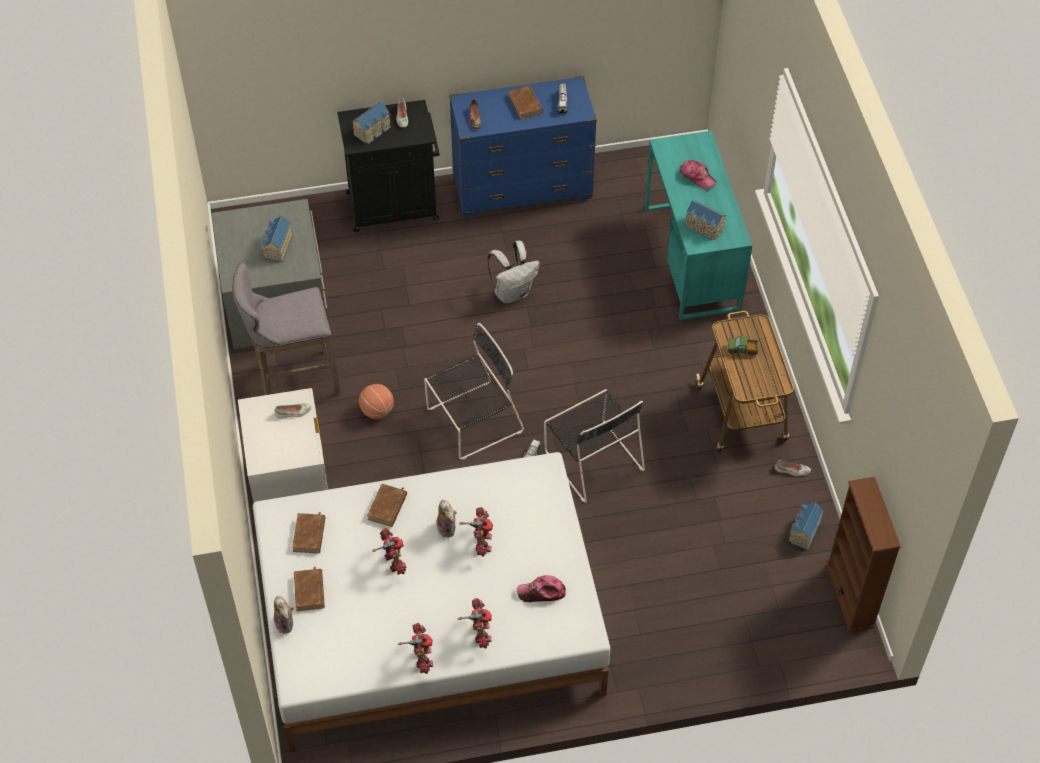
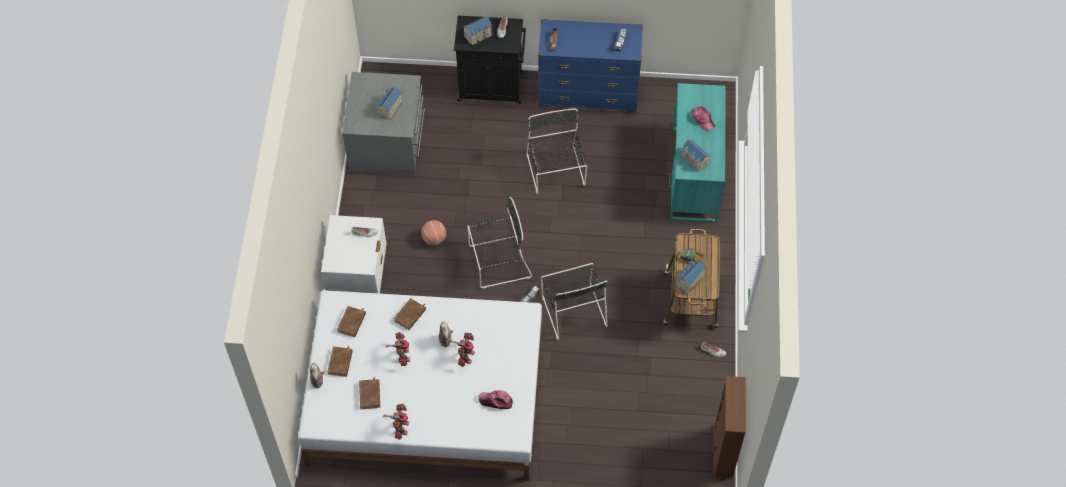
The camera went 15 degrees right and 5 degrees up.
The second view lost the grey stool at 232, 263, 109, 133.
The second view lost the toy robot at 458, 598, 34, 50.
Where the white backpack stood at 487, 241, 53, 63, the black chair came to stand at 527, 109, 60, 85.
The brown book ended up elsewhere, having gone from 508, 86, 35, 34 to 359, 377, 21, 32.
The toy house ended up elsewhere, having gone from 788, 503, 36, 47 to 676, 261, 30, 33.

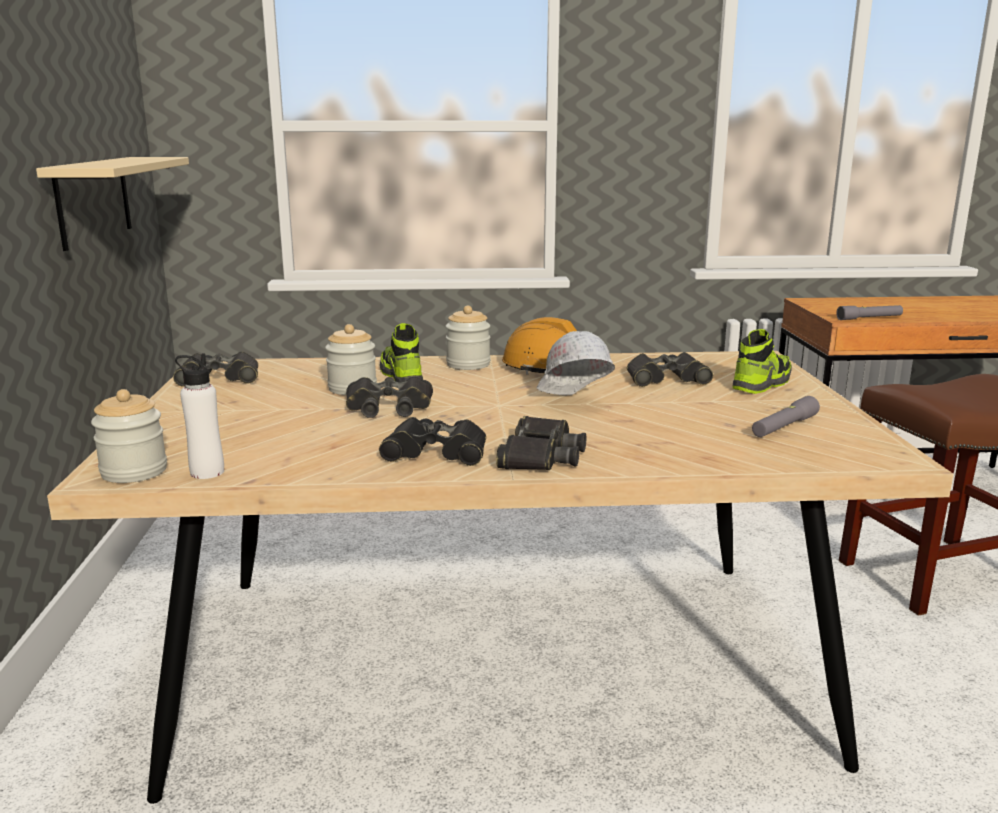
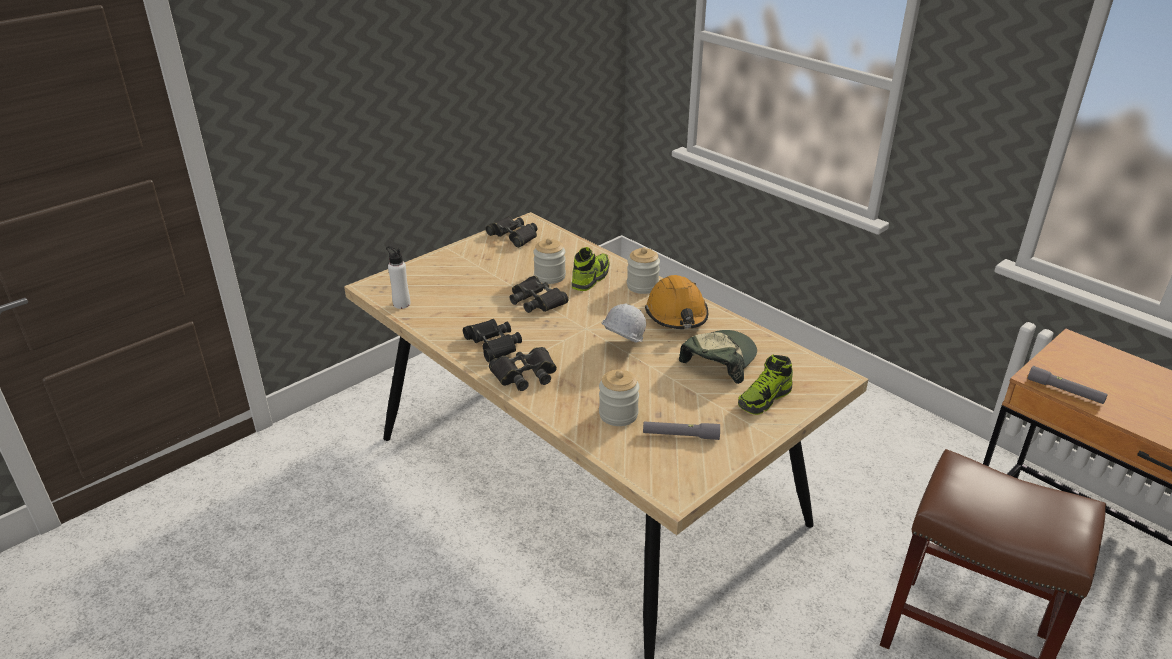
The camera went 50 degrees right and 15 degrees up.
The second view lost the beige shelf at 36, 157, 153, 94.
The jar ended up elsewhere, having gone from 91, 389, 76, 94 to 599, 369, 41, 57.
Where the black binoculars stood at 627, 352, 86, 35, the cap came to stand at 679, 330, 78, 54.
The shoe at 733, 329, 59, 65 ended up facing another way, 135 degrees clockwise from before.

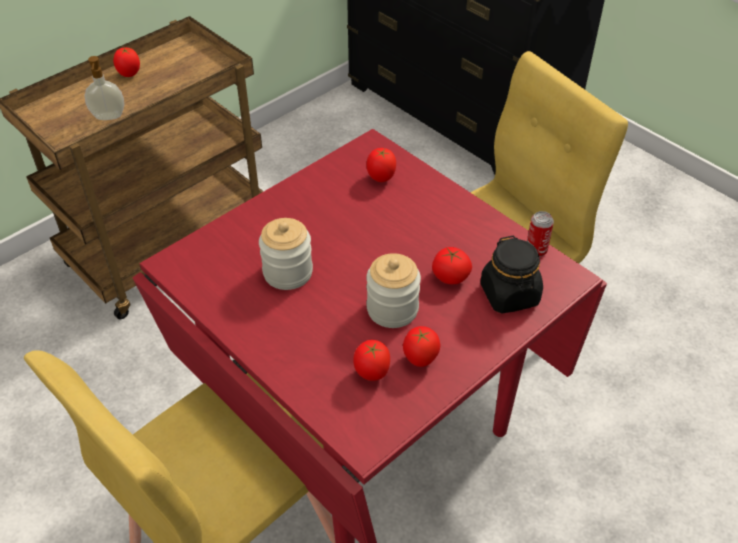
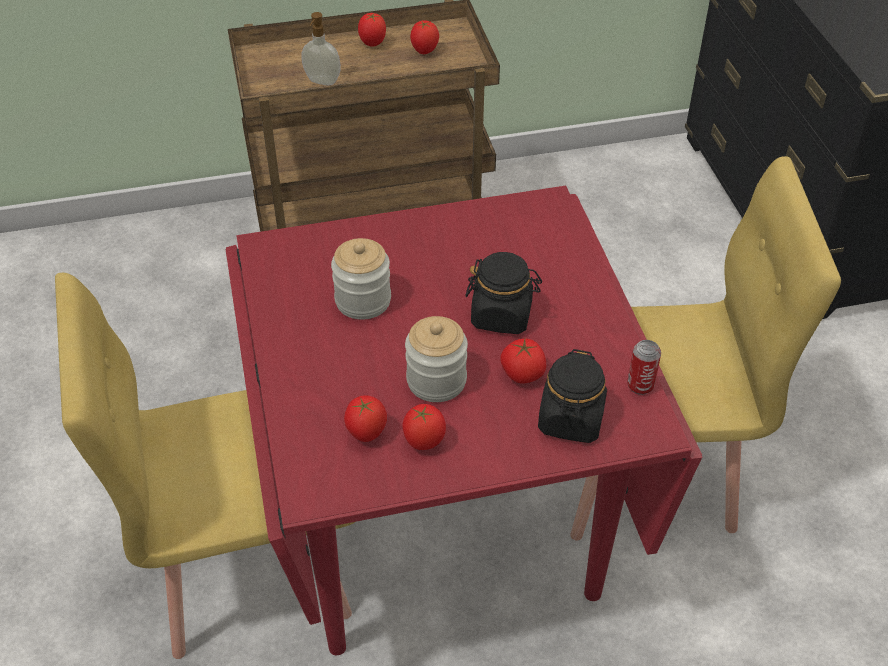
The camera went 30 degrees right and 0 degrees up.
The tomato ended up elsewhere, having gone from 366, 148, 30, 34 to 410, 20, 29, 34.
The second view gained the black jar at 465, 252, 77, 82.

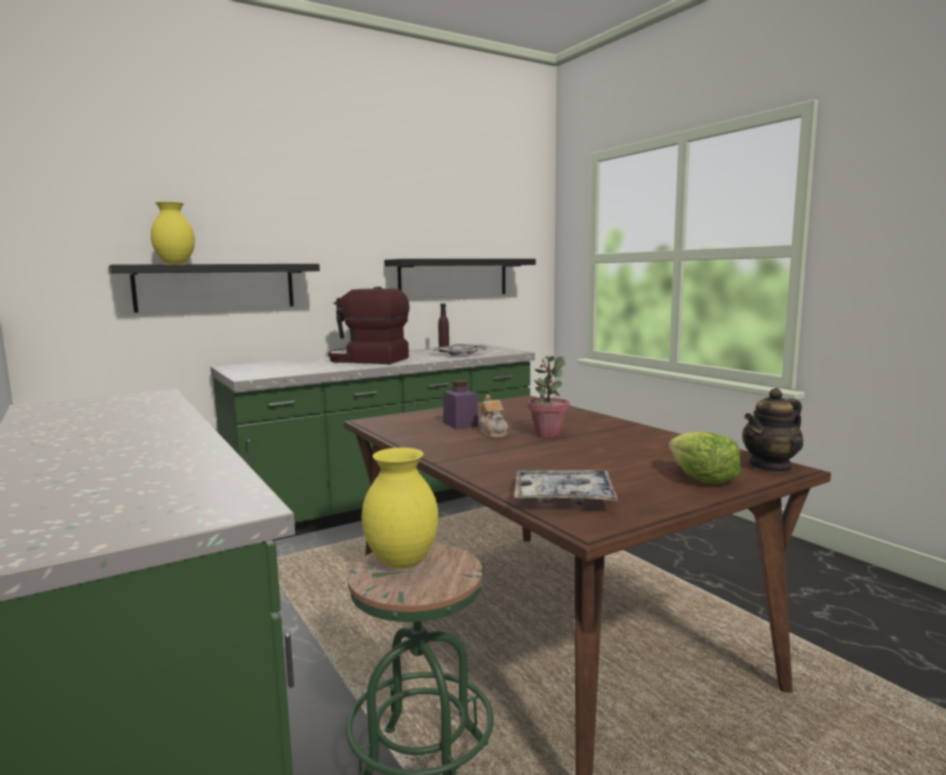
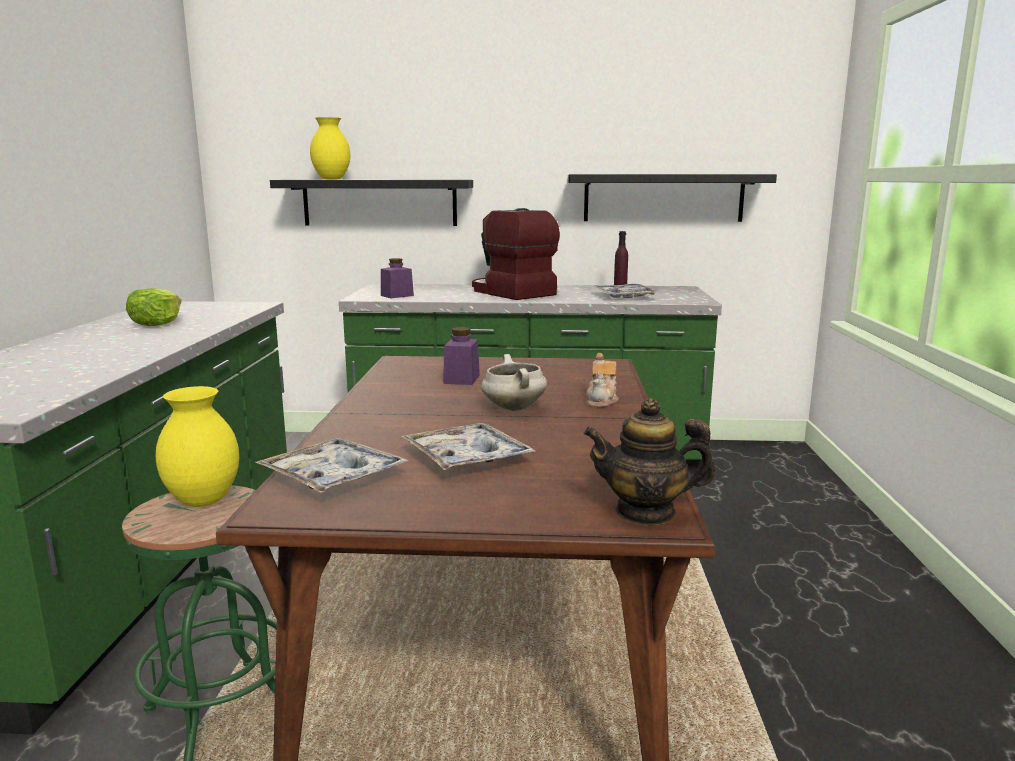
The camera went 35 degrees right and 5 degrees up.
The teapot ended up elsewhere, having gone from 480, 394, 28, 44 to 586, 353, 33, 54.
Where the potted plant stood at 527, 356, 42, 81, the white cooking pot came to stand at 481, 354, 66, 57.
The lettuce ended up elsewhere, having gone from 669, 432, 72, 52 to 126, 288, 56, 38.
The second view gained the purple jar at 381, 258, 33, 40.
The second view gained the tray at 402, 423, 134, 47.

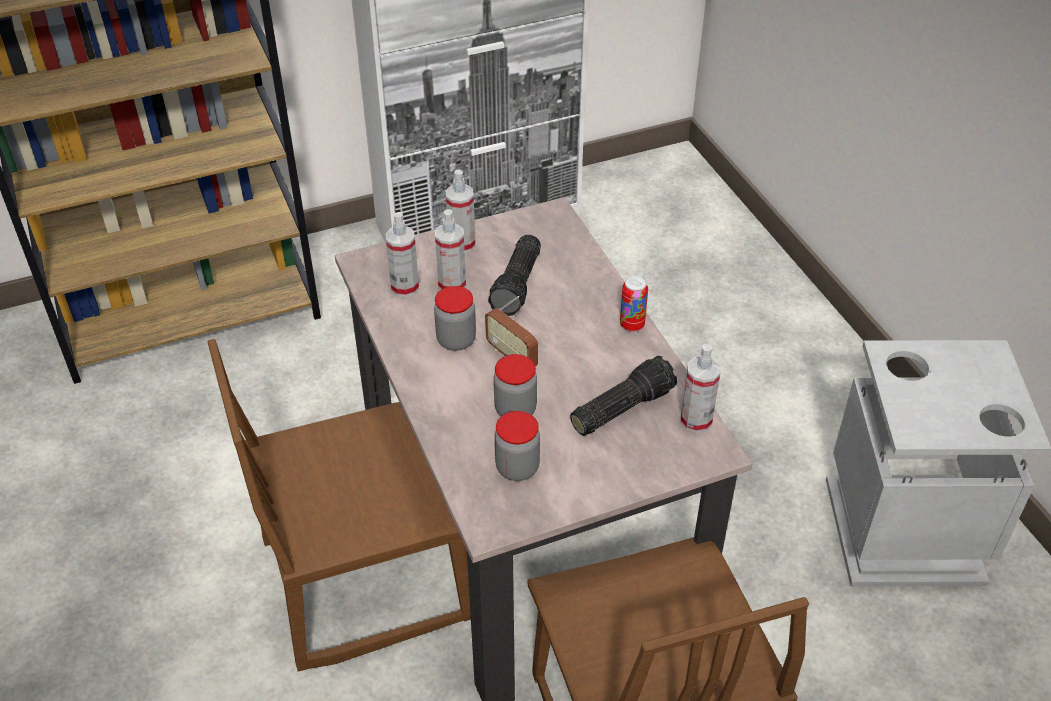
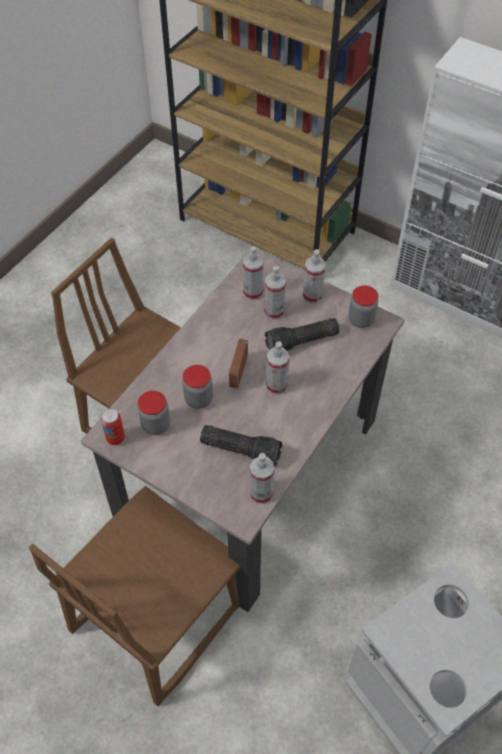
The camera went 55 degrees right and 10 degrees up.
The jar ended up elsewhere, having gone from 434, 286, 42, 65 to 349, 286, 29, 42.
The can ended up elsewhere, having gone from 620, 275, 28, 57 to 101, 408, 24, 37.
The second view gained the spray bottle at 266, 341, 23, 54.

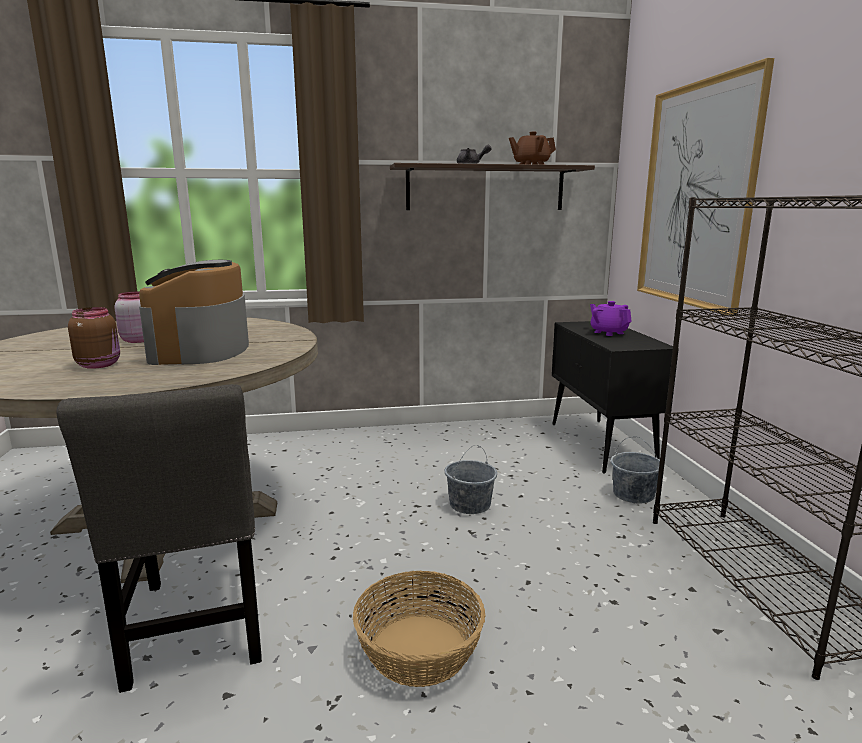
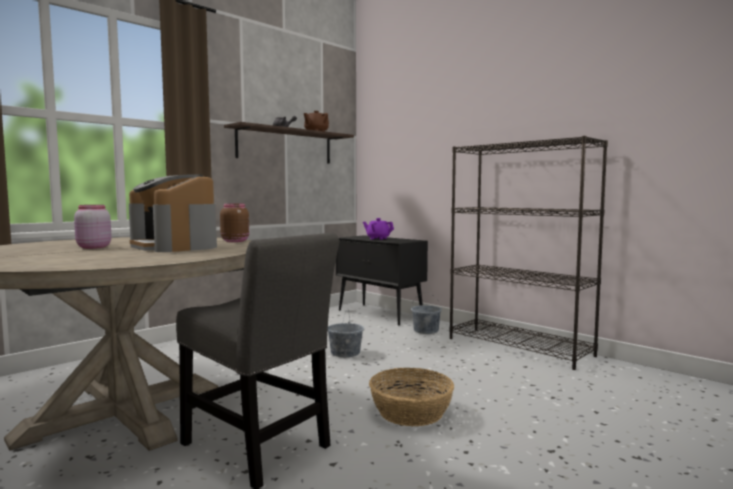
The camera went 35 degrees left and 10 degrees down.
The brown jar ended up elsewhere, having gone from 68, 307, 52, 62 to 220, 204, 29, 38.
The second view lost the picture at 637, 58, 137, 257.

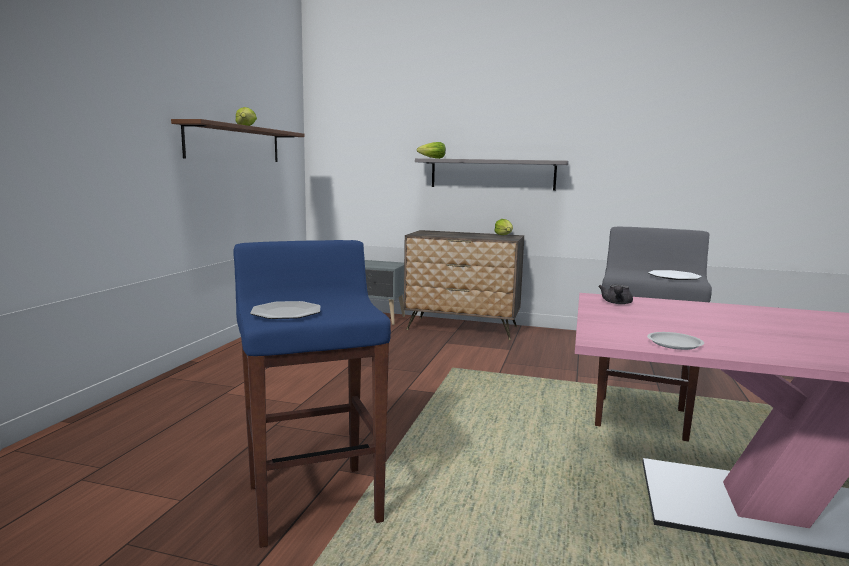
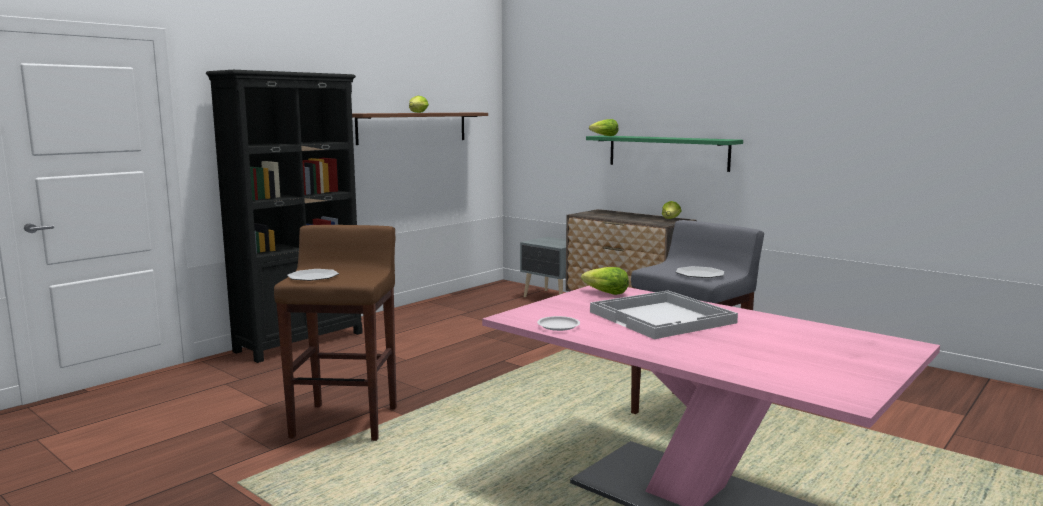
The camera went 25 degrees right and 0 degrees up.
What was the blue stool at 233, 240, 158, 308 turned into the brown stool at 274, 225, 123, 216.
What was the grey shelf at 415, 158, 154, 33 turned into the green shelf at 586, 135, 157, 37.
Where the grey teapot stood at 598, 284, 35, 20, the lettuce came to stand at 581, 267, 48, 28.
The second view gained the black bookcase at 206, 70, 157, 293.
The second view gained the white tray at 590, 291, 148, 48.

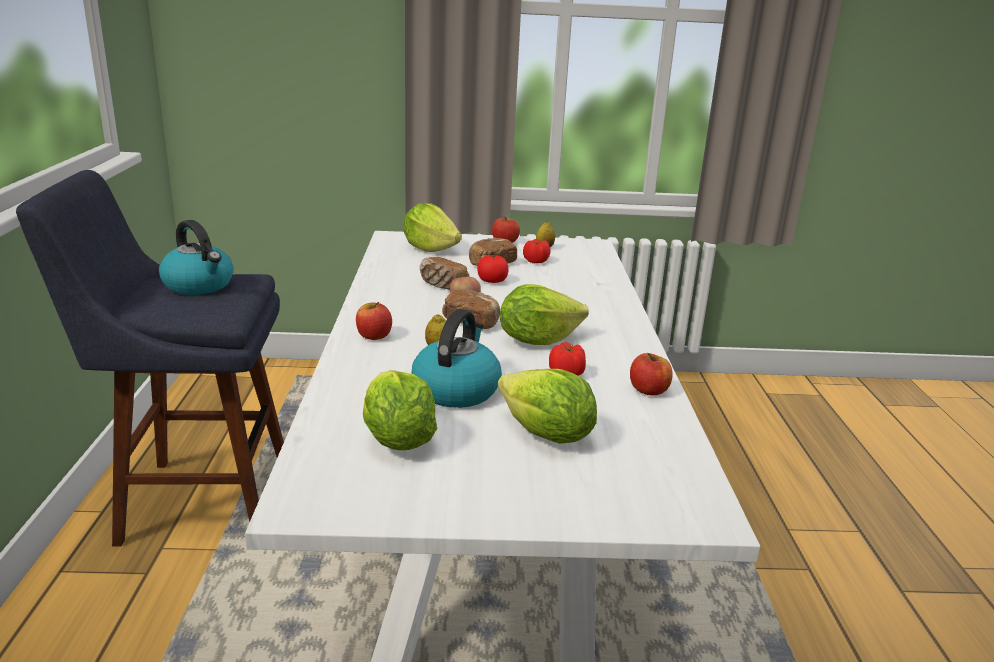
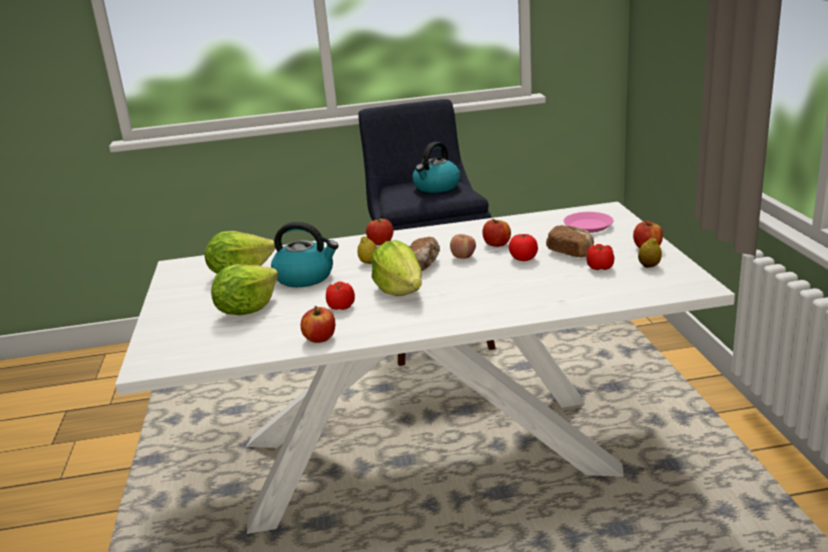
The camera went 85 degrees right and 0 degrees up.
Where the lettuce stood at 404, 203, 58, 49, the pink plate came to stand at 564, 212, 49, 21.
Where the bread stood at 420, 257, 49, 33, the apple came to stand at 482, 219, 29, 28.

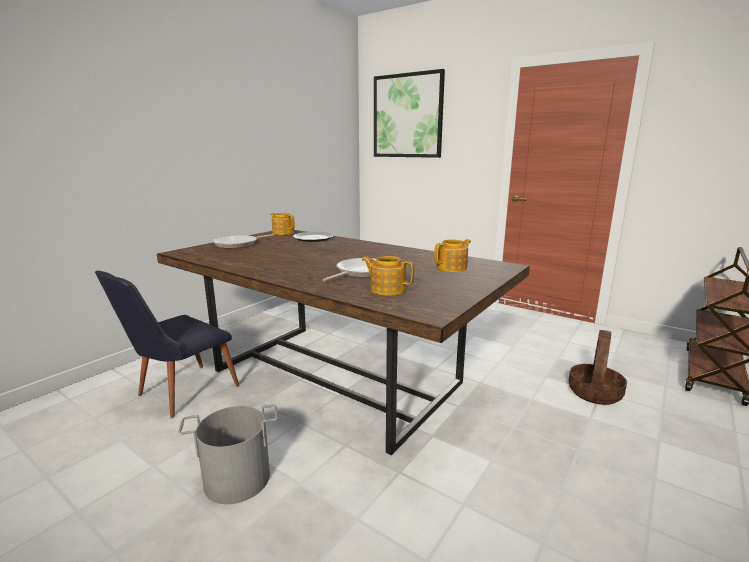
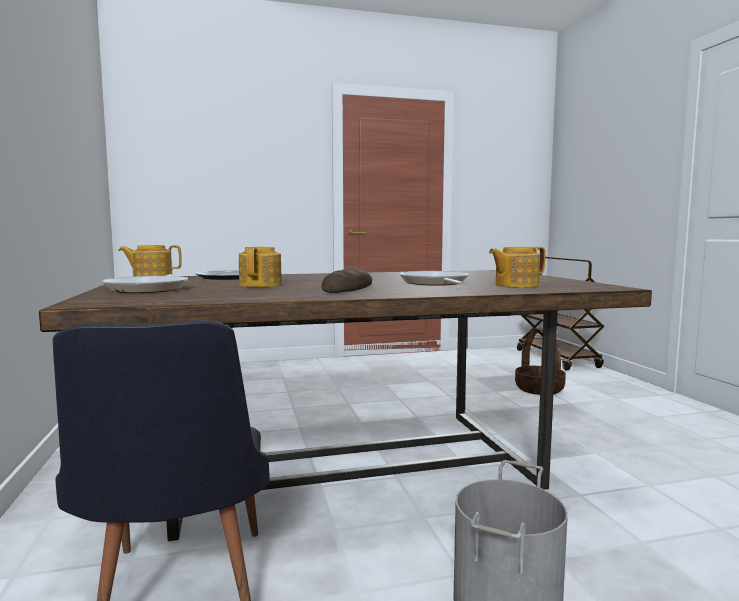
The camera went 50 degrees left and 10 degrees down.
The second view lost the picture at 374, 69, 71, 89.
The teapot ended up elsewhere, having gone from 434, 239, 37, 33 to 239, 247, 43, 40.
The second view gained the bread at 321, 268, 51, 25.

